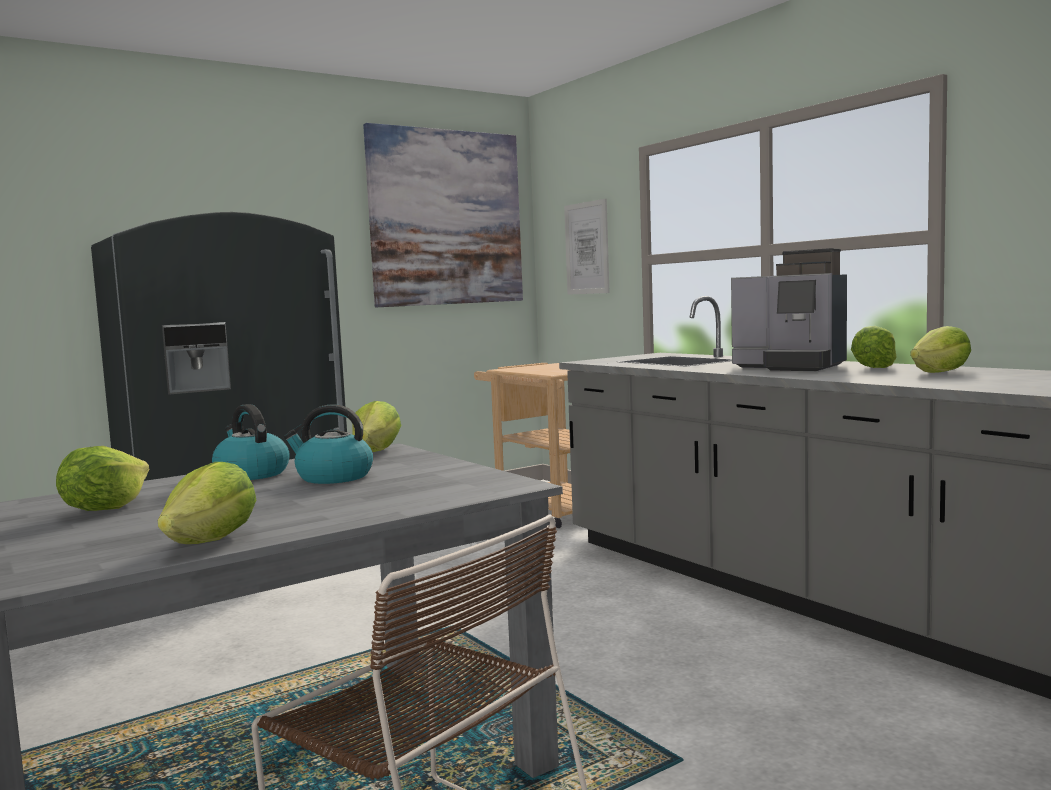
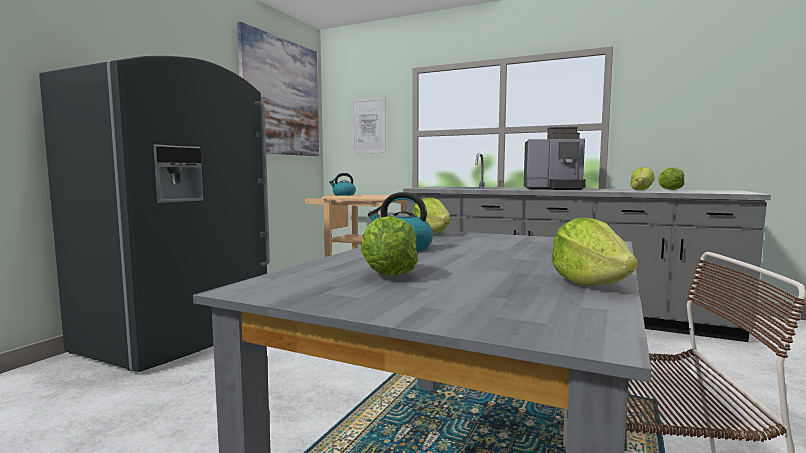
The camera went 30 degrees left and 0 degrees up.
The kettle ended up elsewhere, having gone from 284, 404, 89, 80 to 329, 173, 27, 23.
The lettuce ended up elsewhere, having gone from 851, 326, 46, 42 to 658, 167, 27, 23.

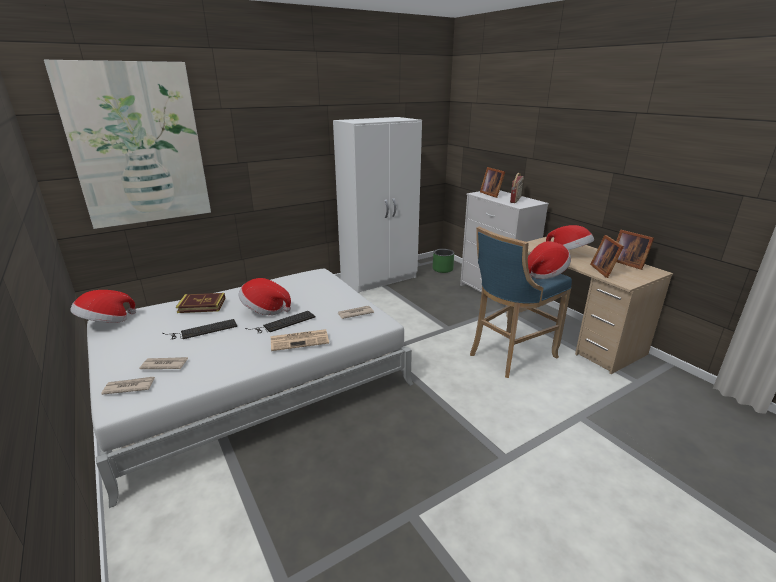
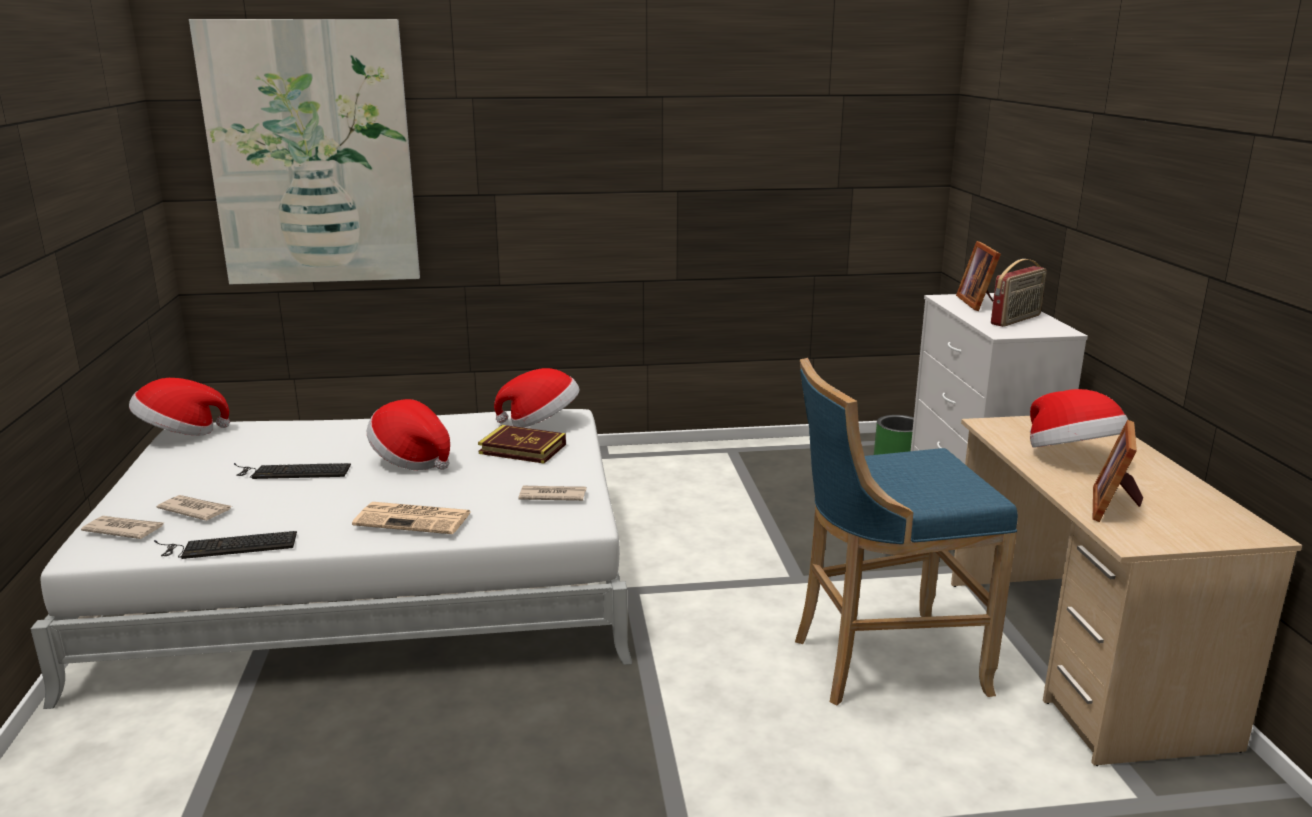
The camera went 25 degrees right and 5 degrees down.
The book ended up elsewhere, having gone from 176, 293, 49, 20 to 478, 425, 88, 39.
The keyboard ended up elsewhere, having gone from 245, 311, 71, 23 to 154, 531, 143, 28.
The second view lost the white wardrobe at 333, 117, 89, 176.
The hat ended up elsewhere, having gone from 528, 241, 43, 38 to 494, 368, 86, 60.
The second view lost the picture frame at 616, 230, 38, 40.

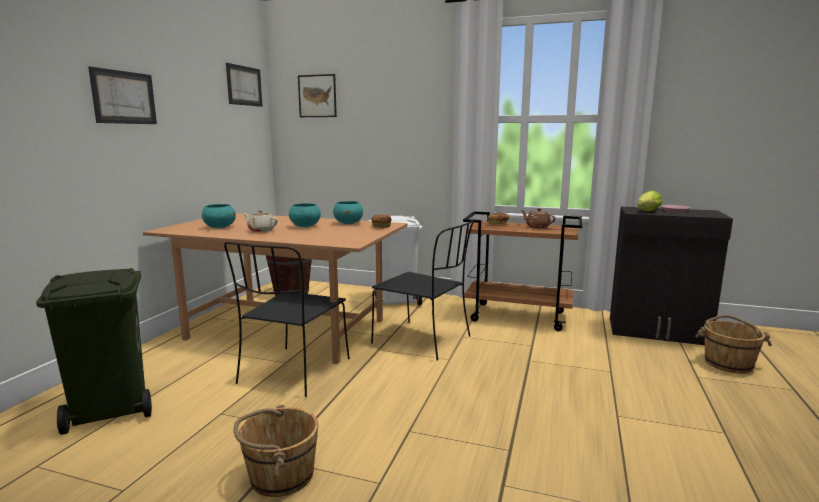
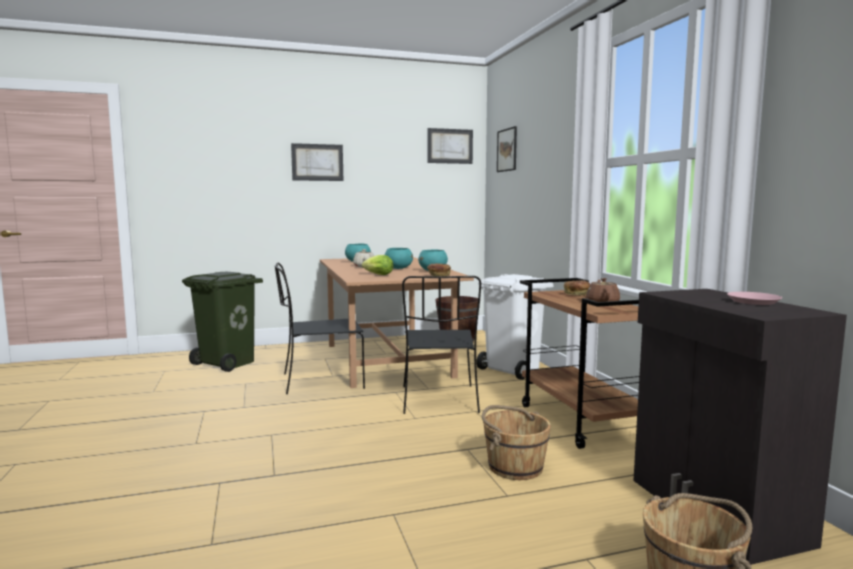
The camera went 55 degrees right and 5 degrees down.
The brown bucket ended up elsewhere, having gone from 234, 405, 84, 92 to 482, 405, 69, 75.
The lettuce ended up elsewhere, having gone from 638, 191, 25, 20 to 362, 255, 31, 20.

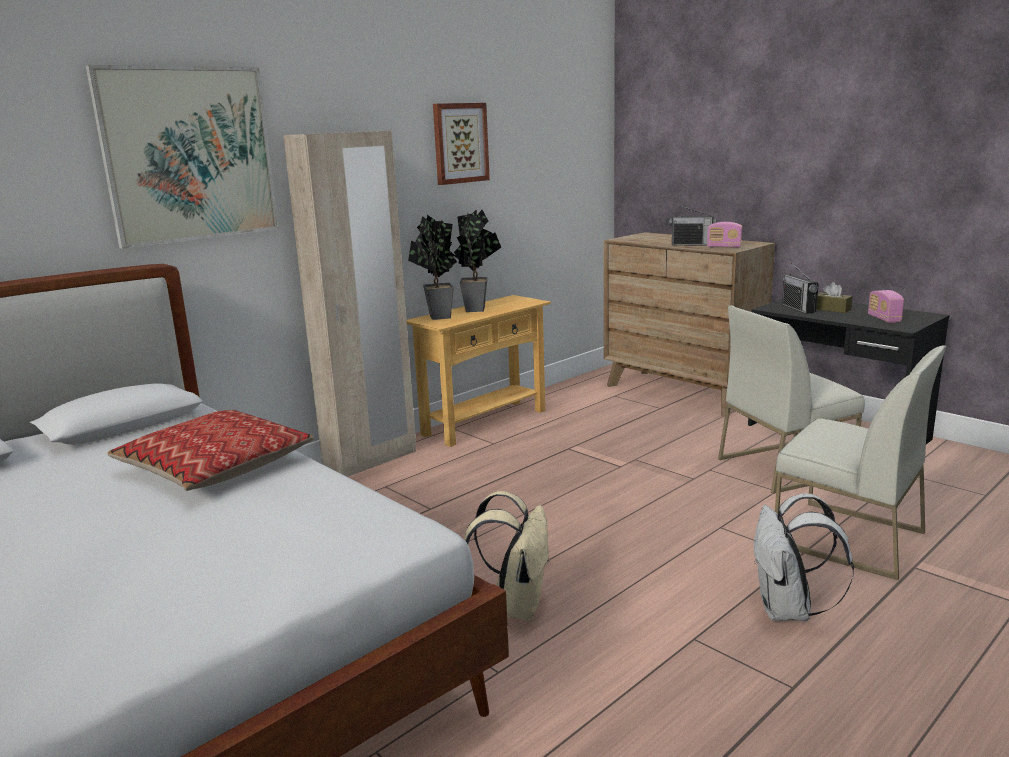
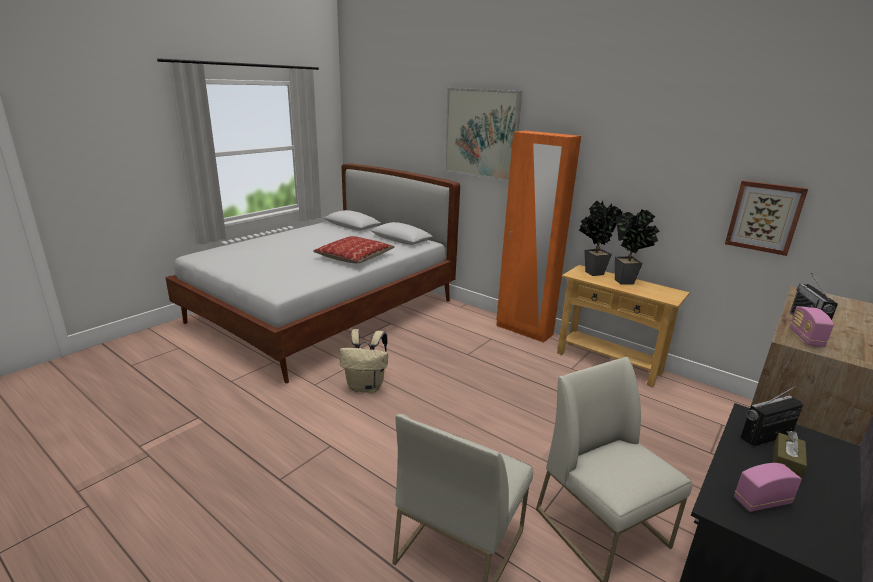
The camera went 80 degrees right and 5 degrees up.
What was the beige wardrobe at 283, 131, 133, 346 turned into the orange wardrobe at 496, 131, 85, 212.
The picture ended up elsewhere, having gone from 433, 103, 57, 82 to 725, 180, 83, 76.
The second view lost the white backpack at 753, 493, 101, 128.

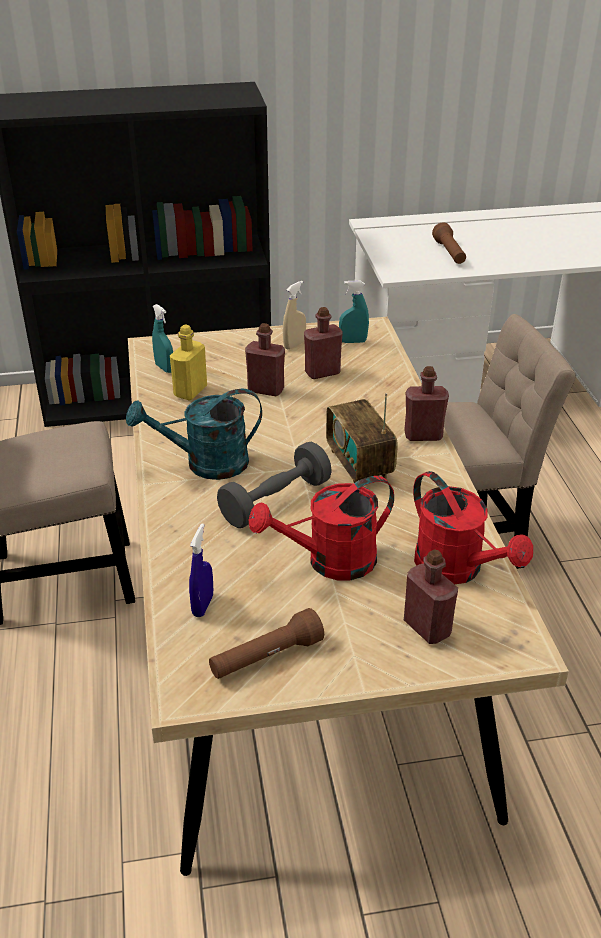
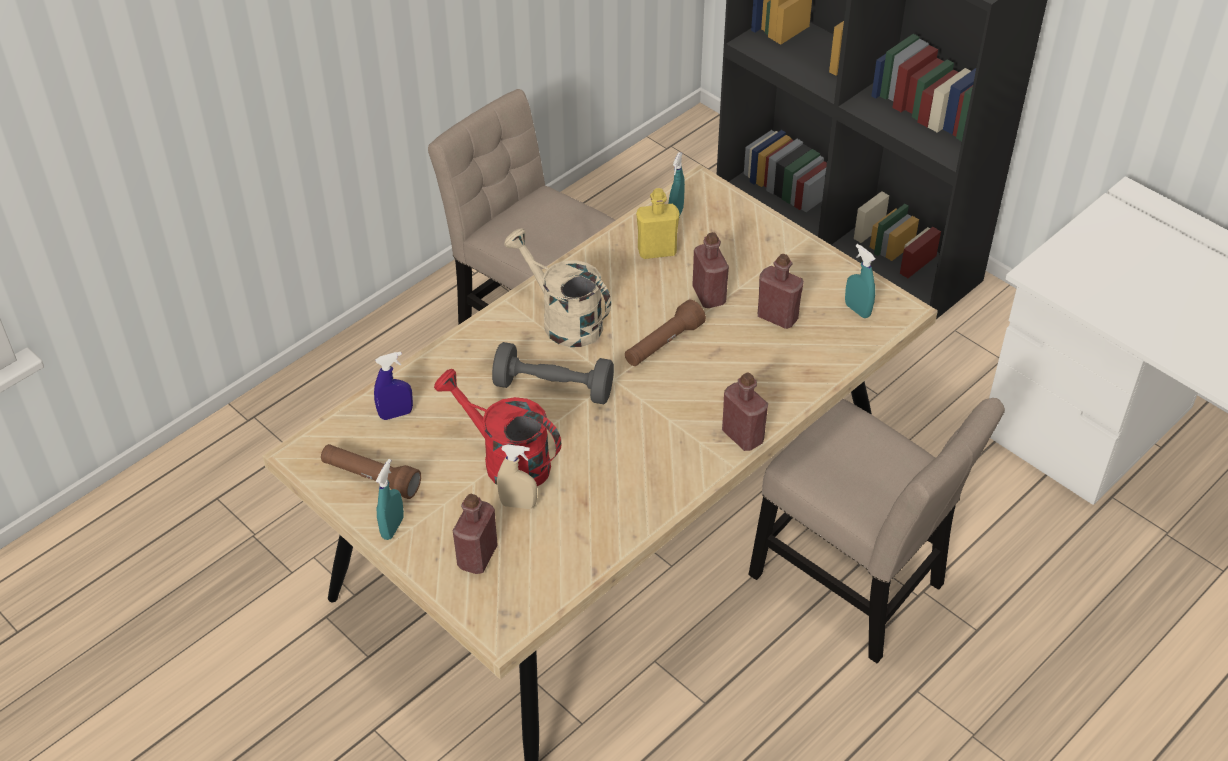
The camera went 55 degrees right and 10 degrees up.
What was the turquoise watering can at 126, 389, 136, 91 turned into the beige watering can at 504, 228, 107, 119.
The beige spray bottle ended up elsewhere, having gone from 283, 281, 23, 68 to 497, 445, 40, 64.
The second view lost the radio at 326, 393, 72, 90.
The second view lost the red watering can at 413, 471, 120, 113.
The brown flashlight ended up elsewhere, having gone from 432, 222, 34, 42 to 625, 300, 81, 66.
The second view gained the turquoise spray bottle at 376, 459, 28, 81.

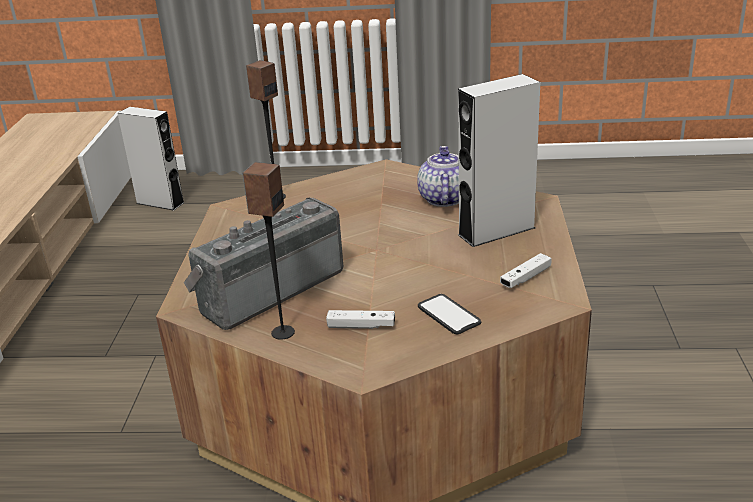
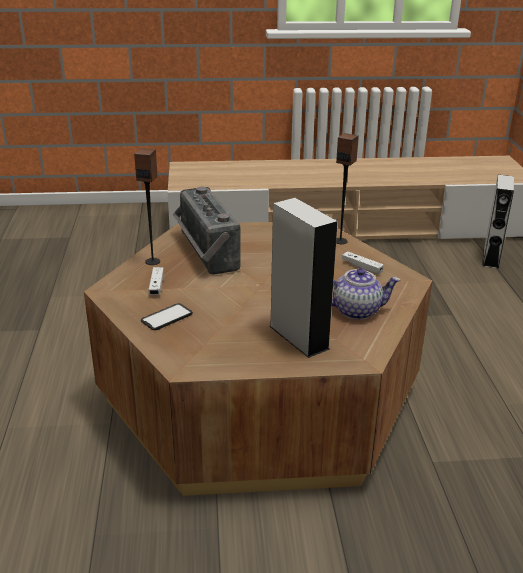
The camera went 80 degrees right and 0 degrees up.
The radio at 184, 198, 159, 132 ended up facing another way, 150 degrees counterclockwise from before.
The white game controller ended up elsewhere, having gone from 500, 253, 52, 35 to 342, 251, 42, 24.

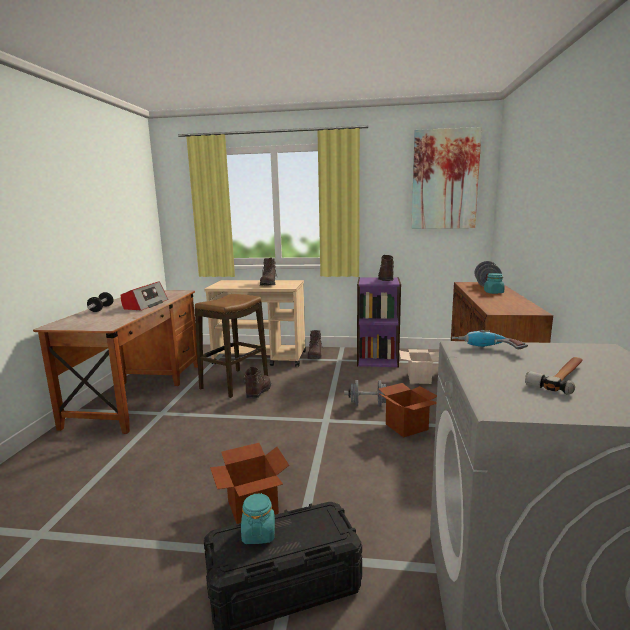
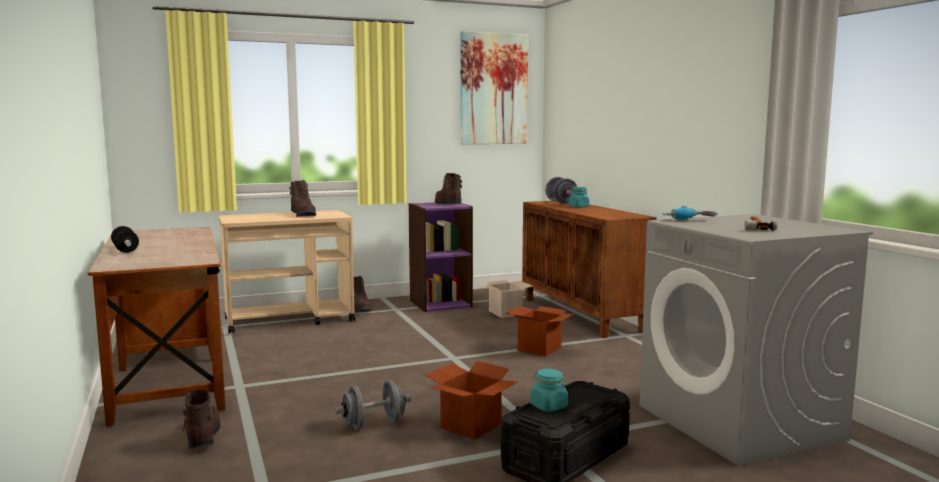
The camera went 30 degrees left and 5 degrees down.
The second view lost the radio at 121, 281, 47, 30.
The second view lost the stool at 195, 294, 73, 104.
The brown boot ended up elsewhere, having gone from 243, 367, 28, 32 to 182, 390, 39, 59.
The grey dumbbell ended up elsewhere, having gone from 344, 380, 42, 27 to 335, 380, 76, 49.

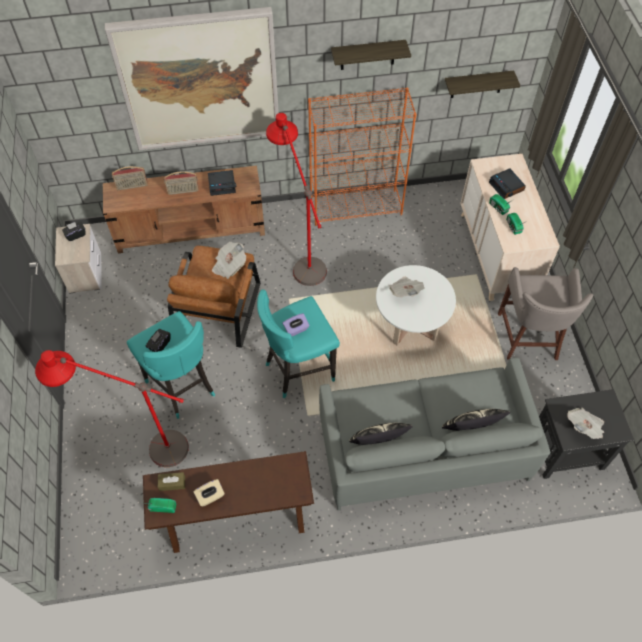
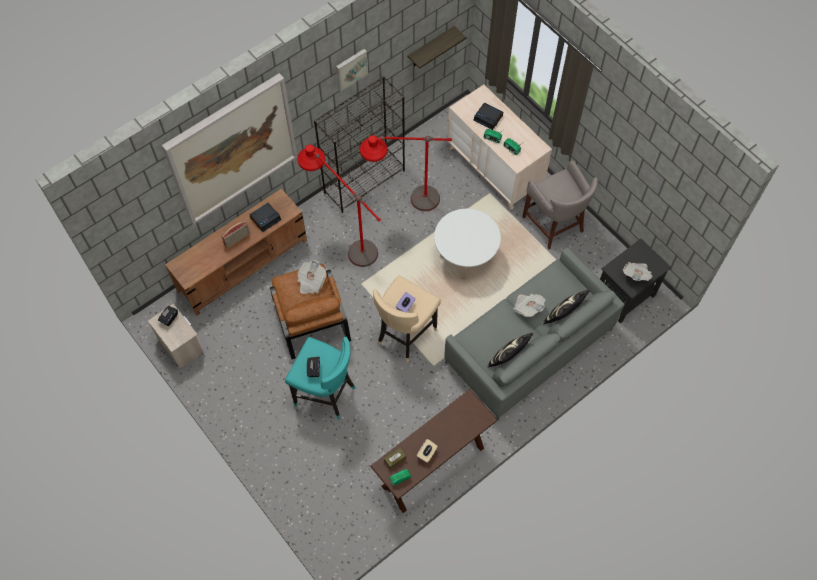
The camera went 30 degrees left and 5 degrees up.
The red floor lamp ended up elsewhere, having gone from 35, 350, 154, 117 to 360, 135, 92, 76.
The second view lost the radio at 112, 166, 36, 24.
What was the turquoise stool at 257, 289, 83, 110 turned into the beige stool at 373, 276, 68, 86.
What was the orange bookcase at 308, 87, 109, 139 turned into the black bookcase at 314, 76, 91, 137.
Where the shelf hung at 331, 40, 80, 30, the picture came to hang at 336, 49, 32, 42.
The newspaper ended up elsewhere, having gone from 389, 277, 35, 20 to 513, 294, 33, 23.

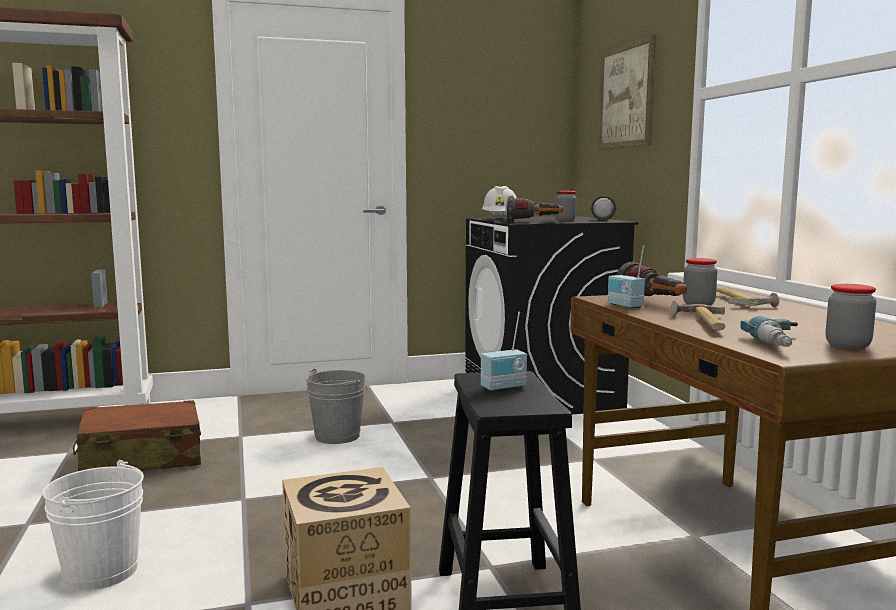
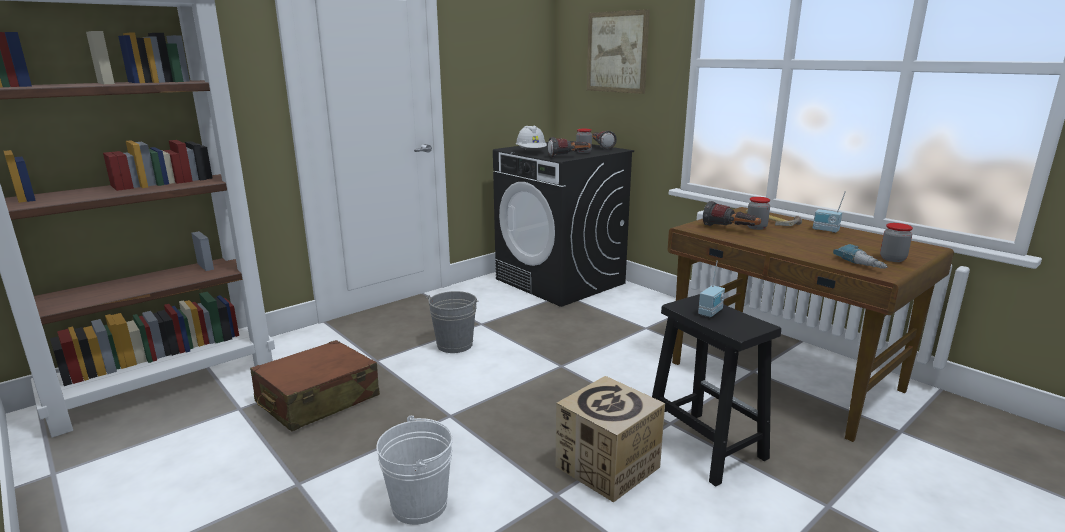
The camera went 25 degrees left and 10 degrees up.
The radio ended up elsewhere, having gone from 608, 245, 37, 64 to 813, 191, 33, 42.
The second view lost the hammer at 671, 301, 54, 30.

